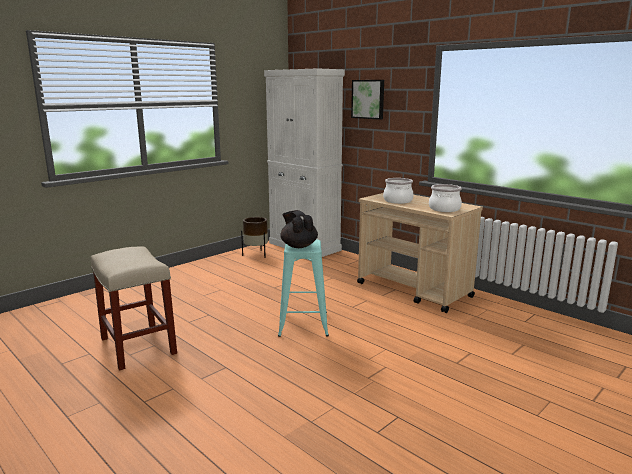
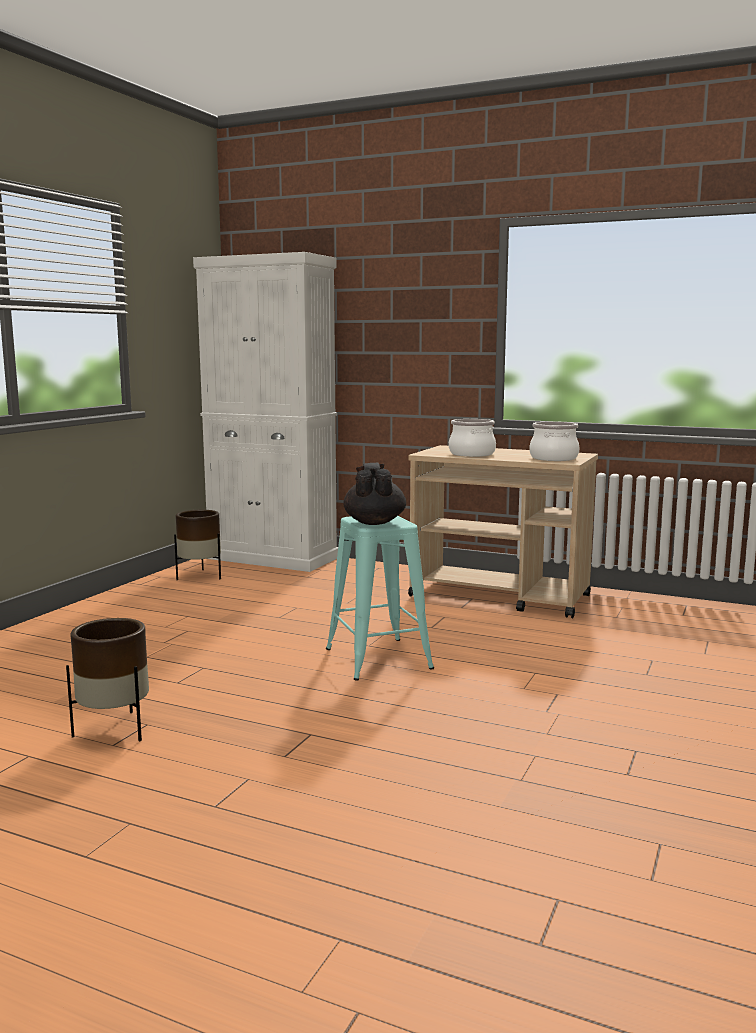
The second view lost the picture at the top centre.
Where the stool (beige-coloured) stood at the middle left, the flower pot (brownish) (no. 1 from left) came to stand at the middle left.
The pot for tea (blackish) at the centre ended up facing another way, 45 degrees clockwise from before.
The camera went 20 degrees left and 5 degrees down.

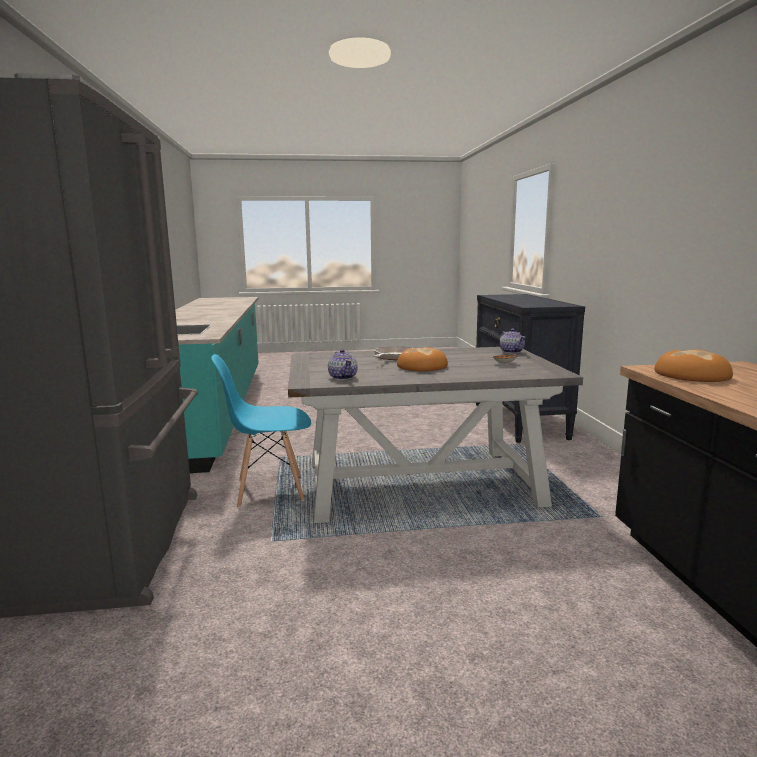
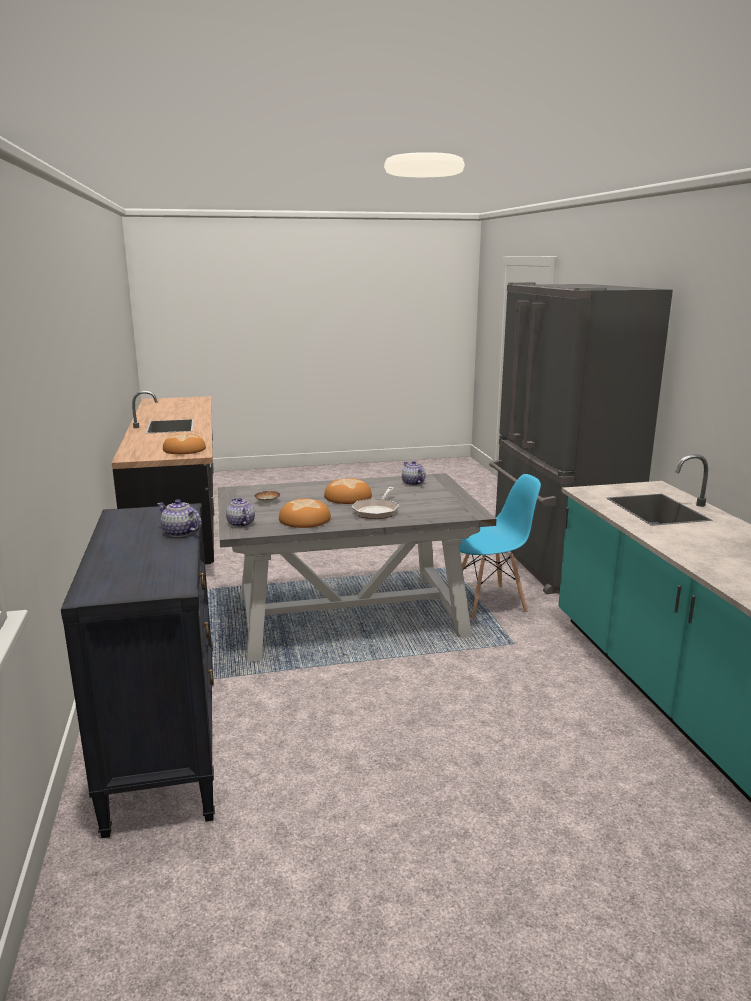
The second view gained the pot for tea (no. 1 from left) at the middle left.
The second view gained the bread (no. 2 from left) at the centre.
The camera went 175 degrees right and 5 degrees up.

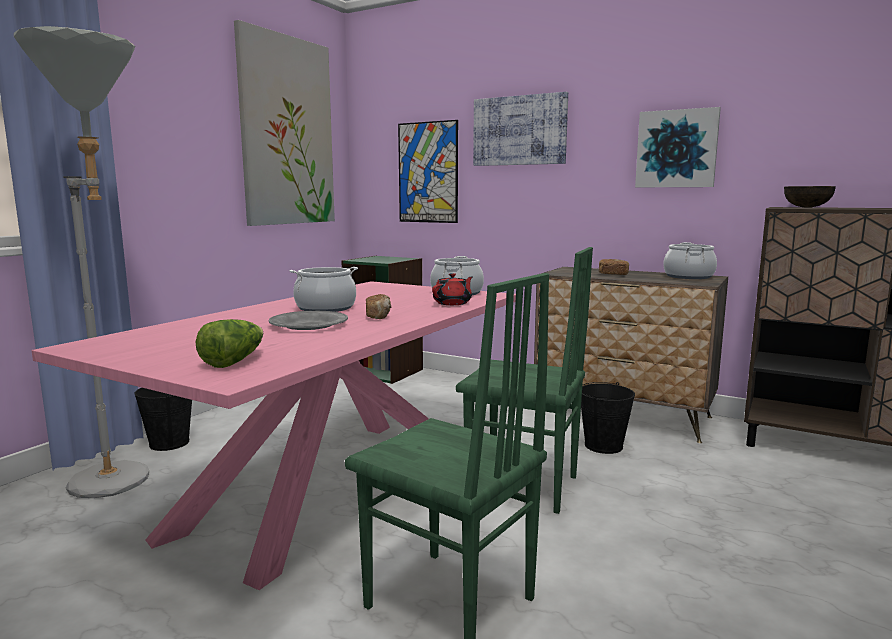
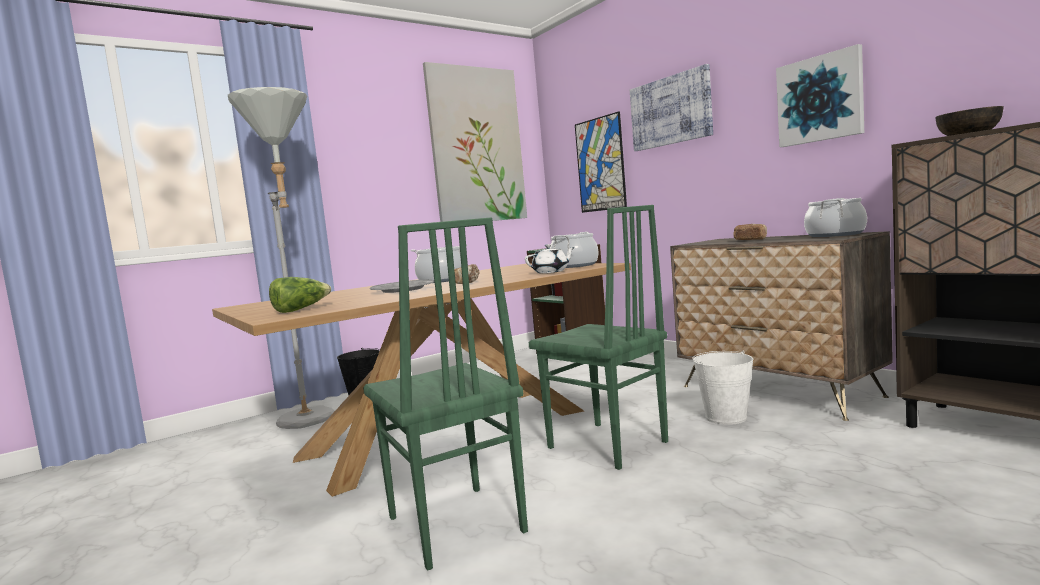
What was the kitchen table (pink-coloured) at the bottom left turned into the kitchen table (brownish) at the centre.
What was the pot for tea (red) at the centre turned into the pot for tea (white-coloured) at the centre.
What was the water bucket (blackish) (no. 2 from left) at the middle right turned into the water bucket (white-coloured) at the middle right.
The camera went 25 degrees right and 5 degrees down.

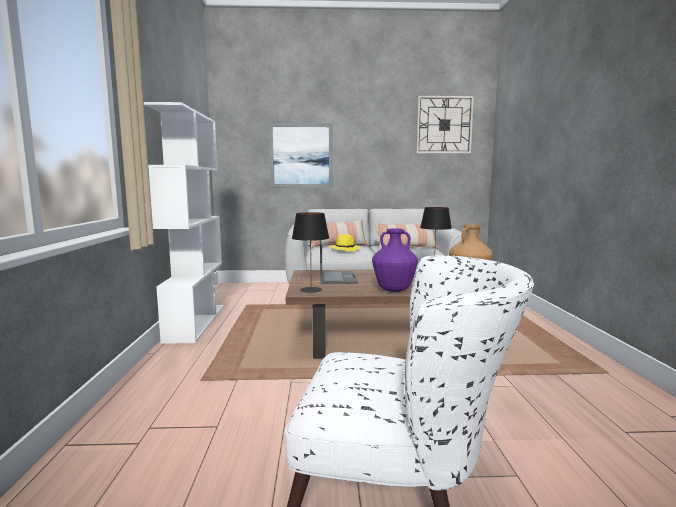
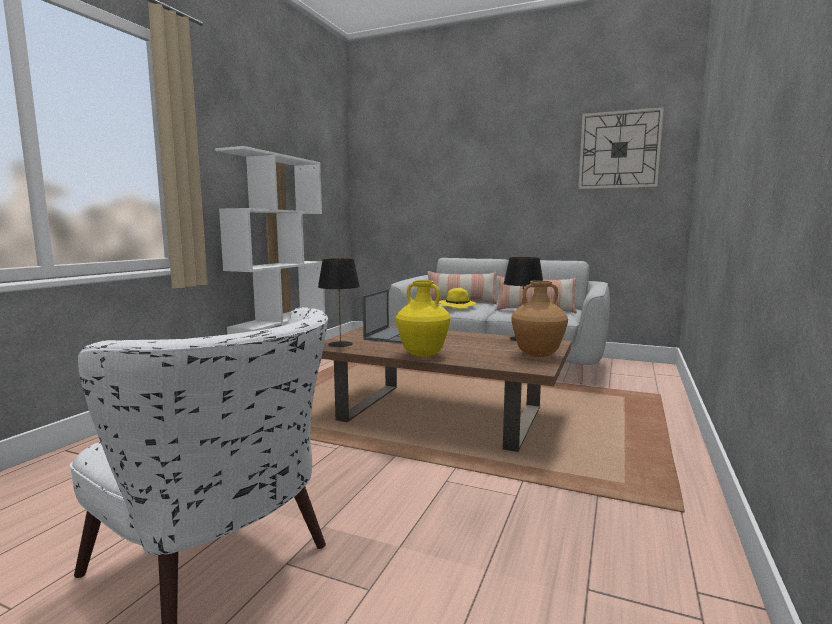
The second view lost the picture at the top centre.
What was the decorative vase (purplish) at the centre turned into the decorative vase (yellowish) at the centre.
The camera went 25 degrees right and 0 degrees up.

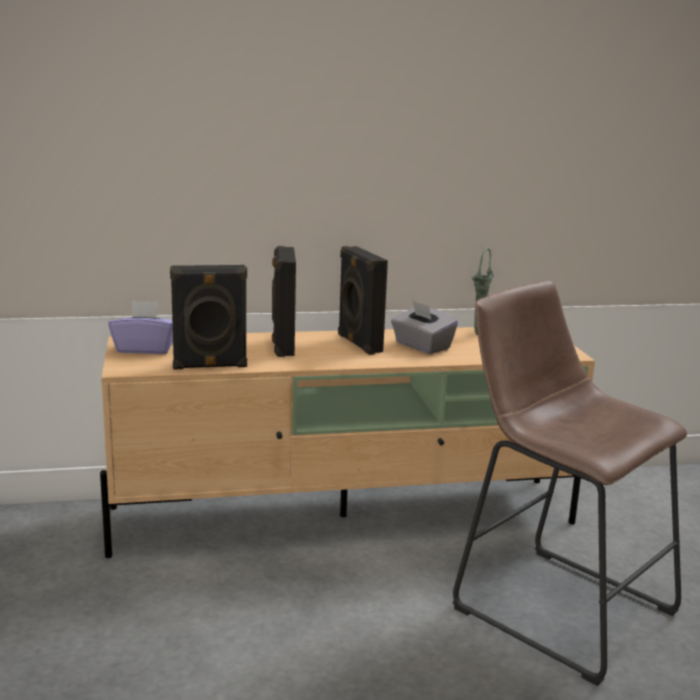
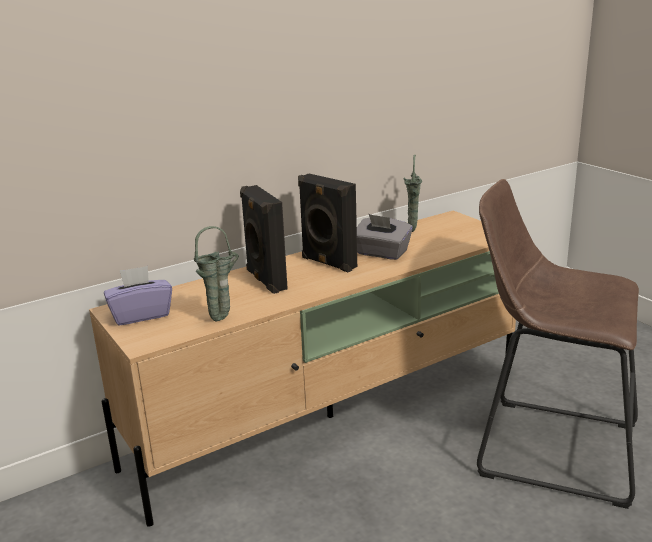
Where the audio speaker (blackish) (no. 1 from left) stood at the middle left, the decorative vase (greenish) (no. 1 from left) came to stand at the middle left.
The camera went 20 degrees left and 5 degrees up.

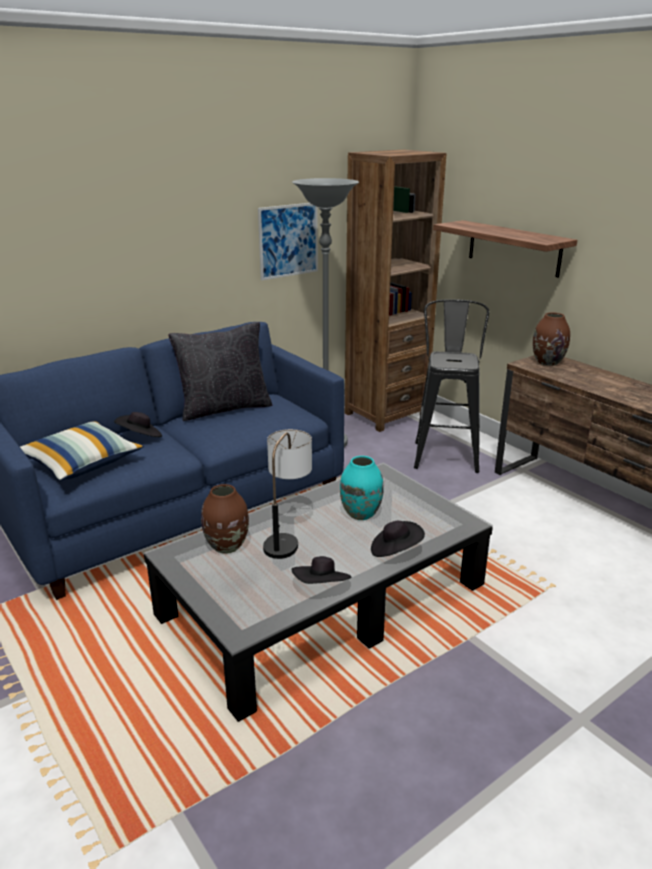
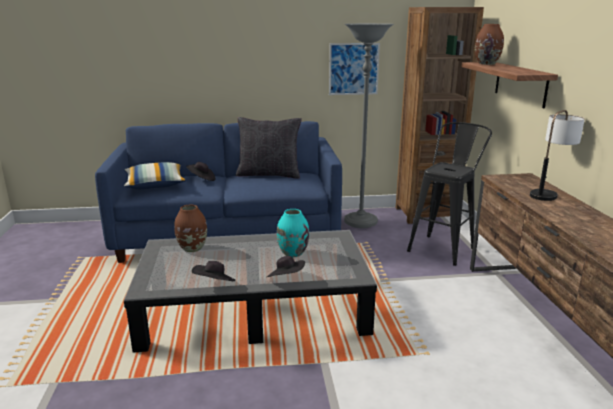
The table lamp ended up elsewhere, having gone from the centre to the middle right.
The decorative vase (brownish) (no. 2 from left) ended up elsewhere, having gone from the middle right to the top right.
The camera went 30 degrees right and 5 degrees down.

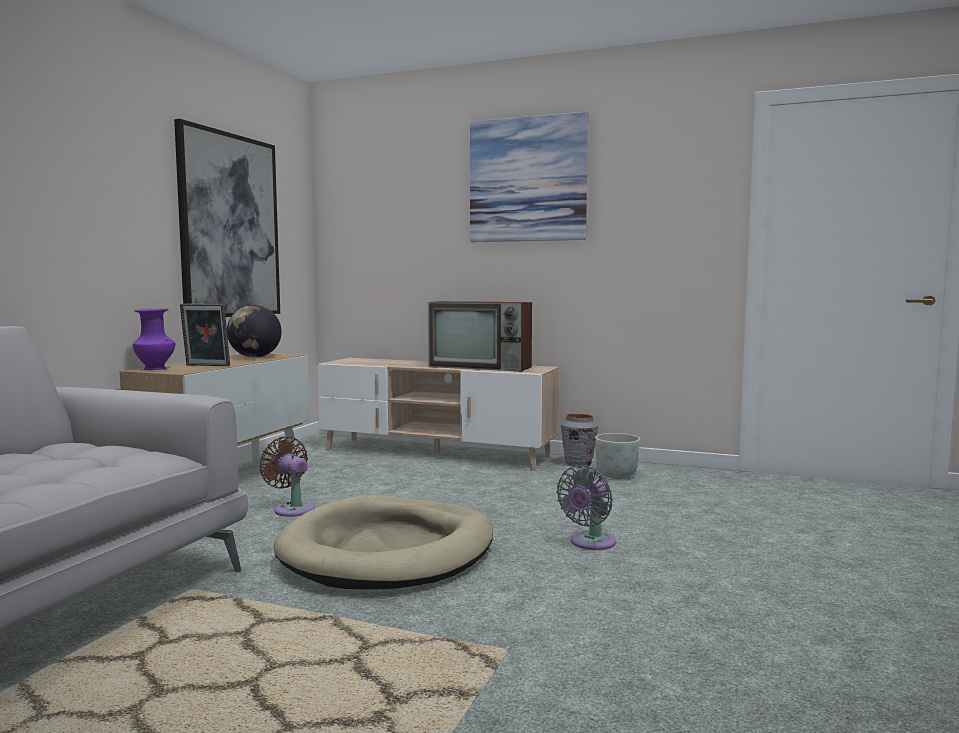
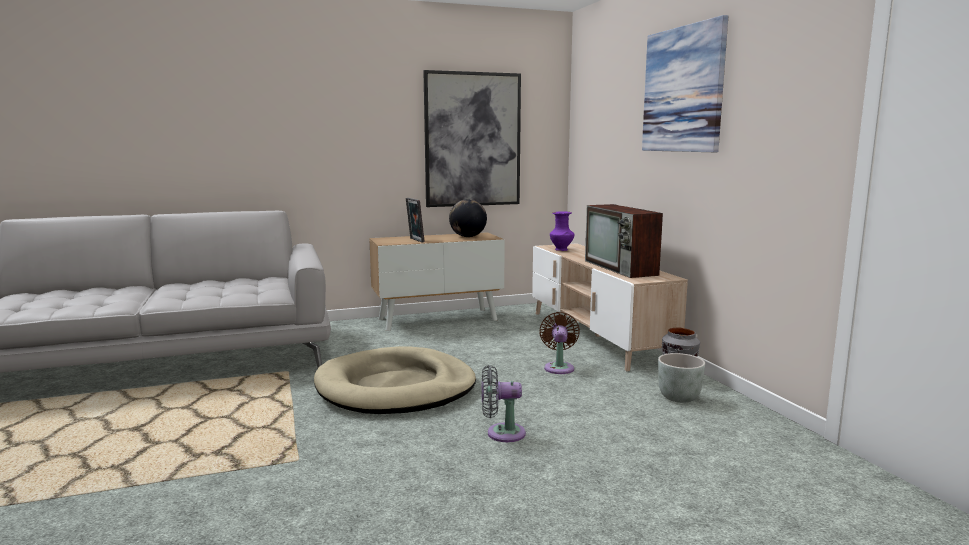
The decorative vase (purplish) ended up elsewhere, having gone from the middle left to the centre.
The fan (brownish) ended up elsewhere, having gone from the middle left to the centre.
The camera went 50 degrees right and 5 degrees up.

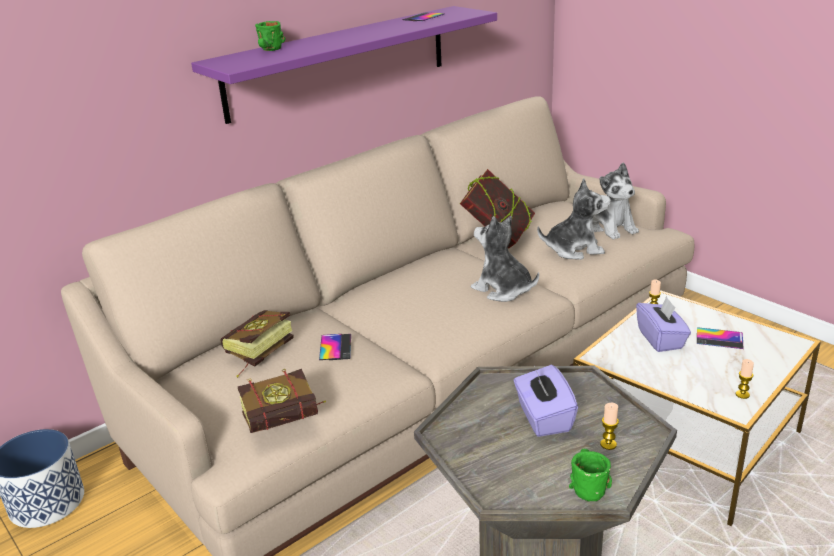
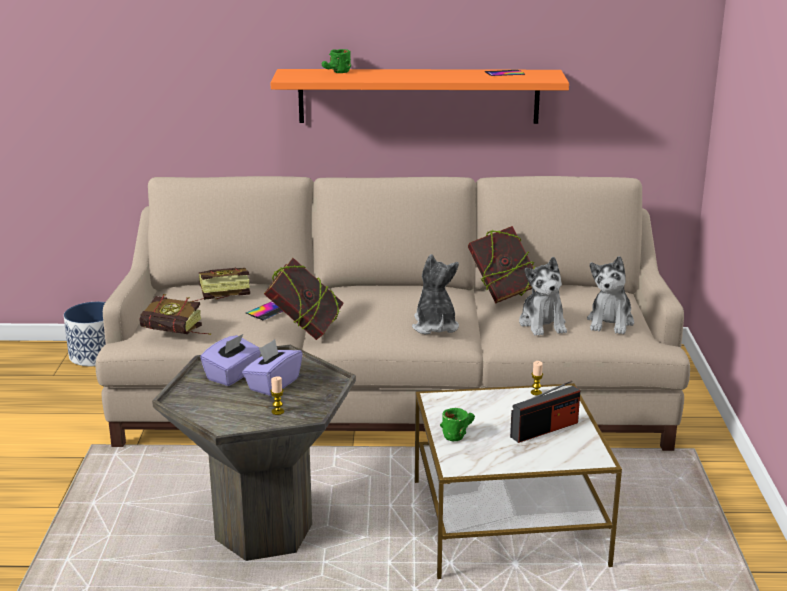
The second view lost the candle (no. 3 from left) at the bottom right.
The second view gained the volume (no. 3 from left) at the centre.
The coffee mug (greenish) (no. 2 from left) ended up elsewhere, having gone from the bottom right to the bottom centre.
The box of tissues (purplish) (no. 2 from left in the first image) ended up elsewhere, having gone from the middle right to the middle left.
Where the handset (no. 3 from left) stood at the middle right, the radio came to stand at the bottom right.
What was the shelf (purplish) at the top centre turned into the shelf (orange) at the top centre.
The plush toy (no. 2 from left) at the middle right ended up facing another way, 45 degrees clockwise from before.
The camera went 40 degrees right and 5 degrees down.

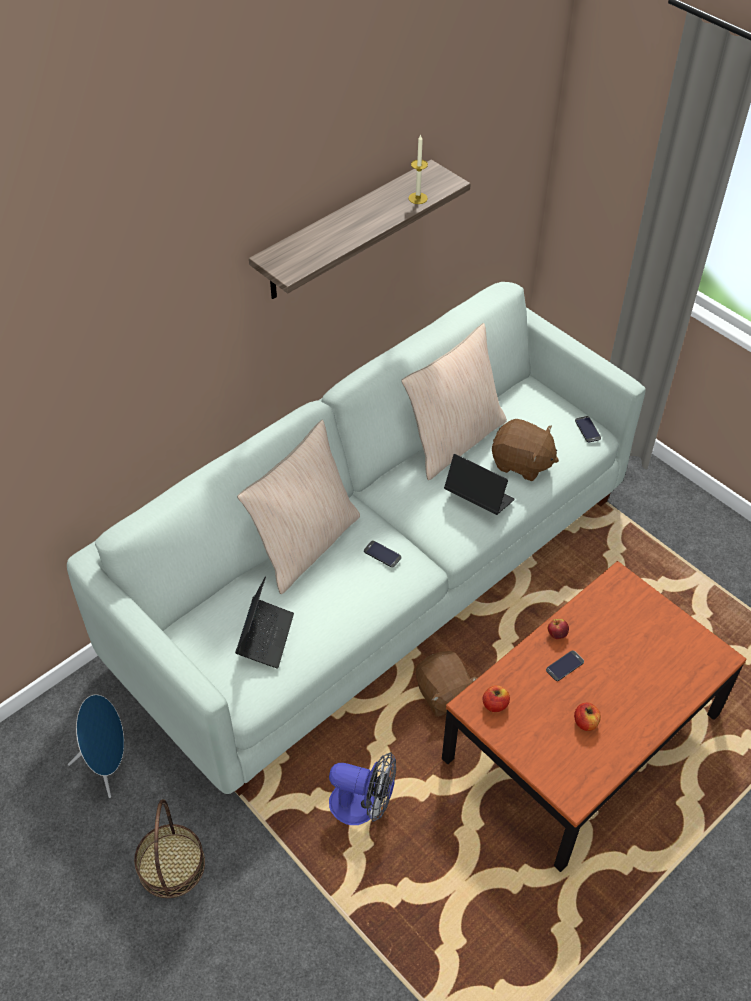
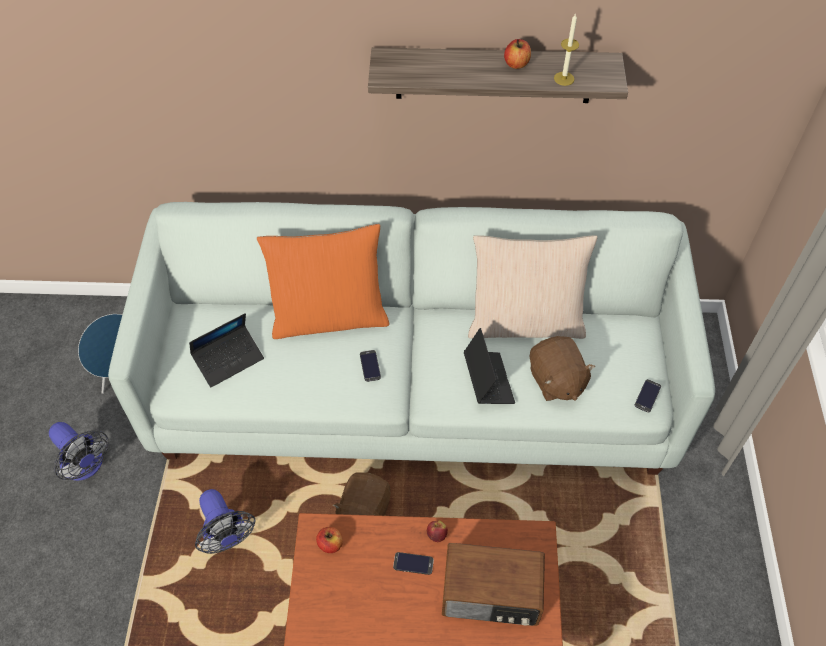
The second view gained the radio at the bottom centre.
The whole apple (no. 3 from left) ended up elsewhere, having gone from the bottom right to the top centre.
Where the storage basket stood at the bottom left, the fan (no. 1 from left) came to stand at the bottom left.
What was the throw pillow (beige-coloured) (no. 1 from left) at the centre turned into the throw pillow (orange) at the centre.
The camera went 45 degrees right and 5 degrees up.

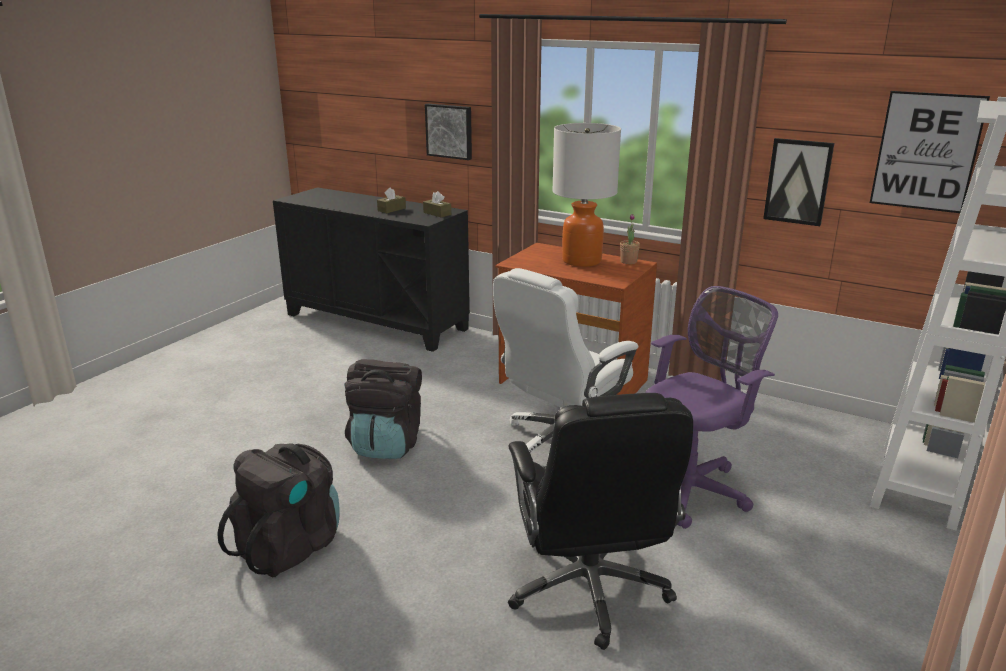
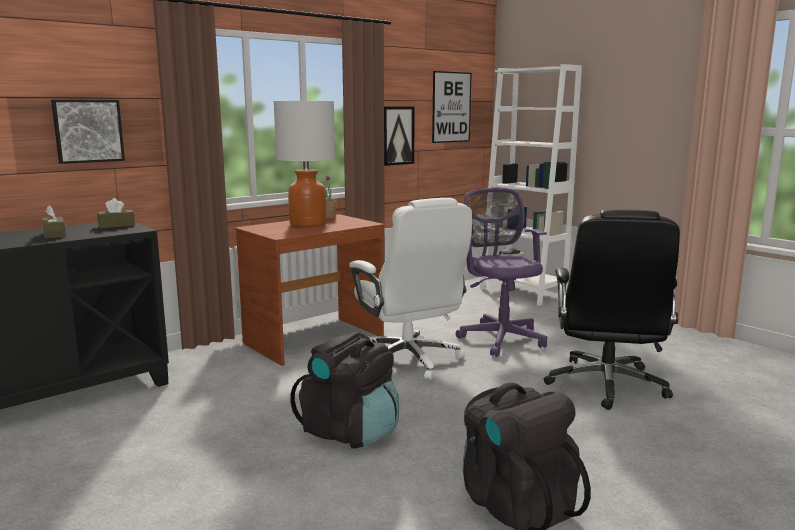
The office chair (blackish) at the bottom centre ended up facing another way, 90 degrees clockwise from before.
The camera went 70 degrees left and 10 degrees down.

